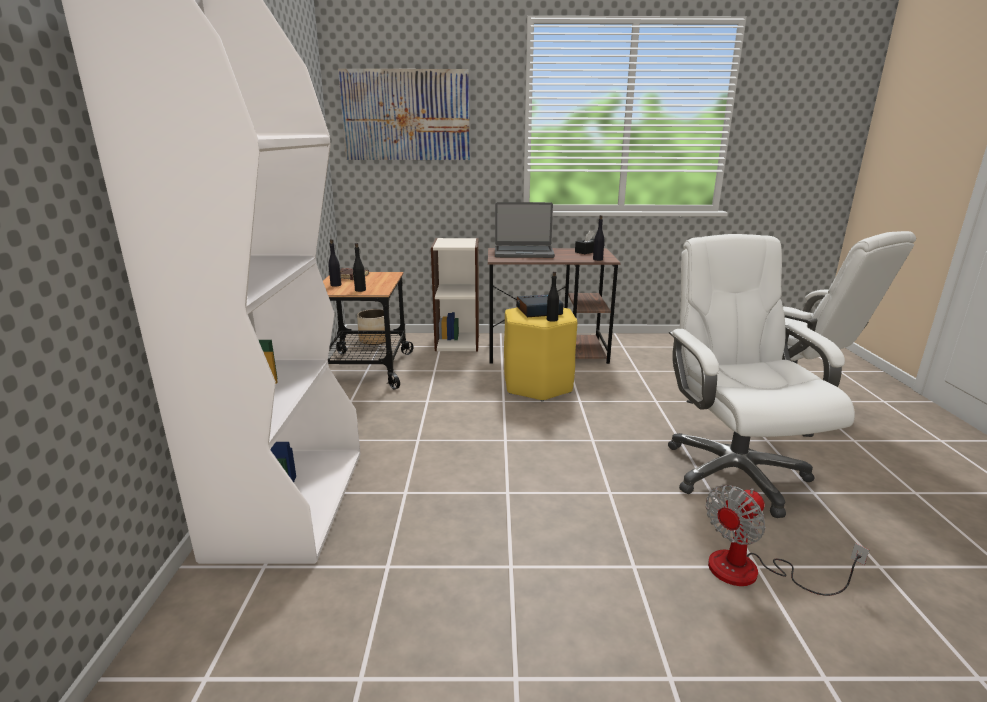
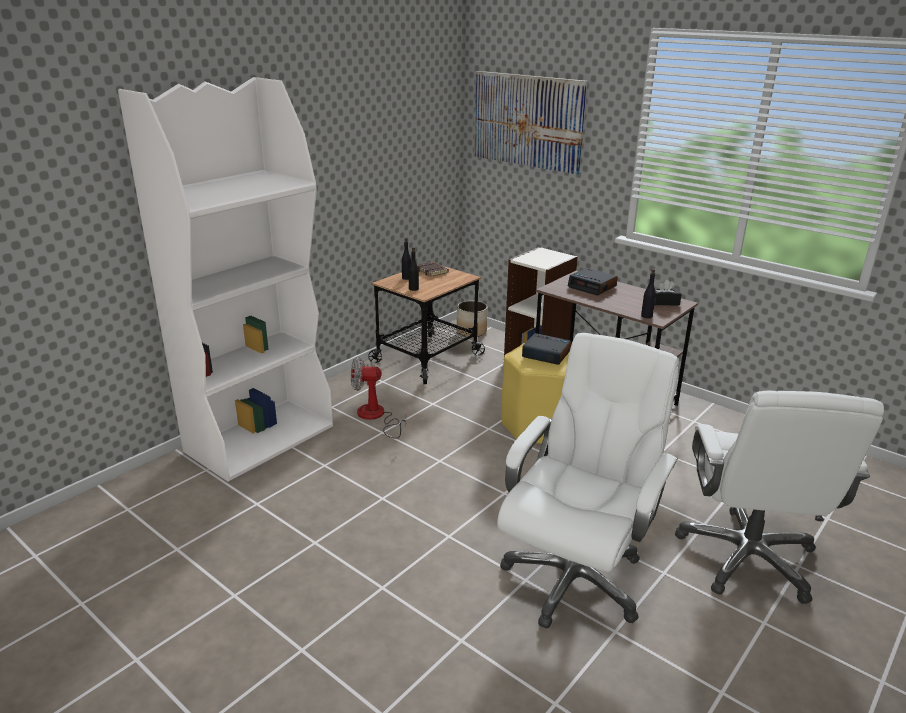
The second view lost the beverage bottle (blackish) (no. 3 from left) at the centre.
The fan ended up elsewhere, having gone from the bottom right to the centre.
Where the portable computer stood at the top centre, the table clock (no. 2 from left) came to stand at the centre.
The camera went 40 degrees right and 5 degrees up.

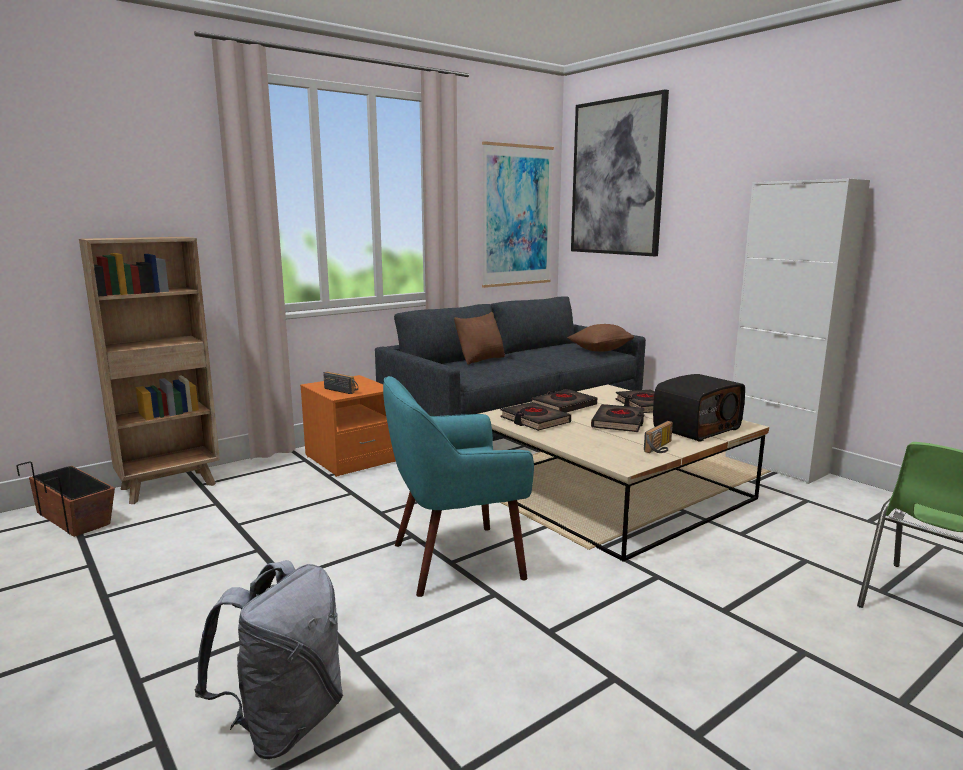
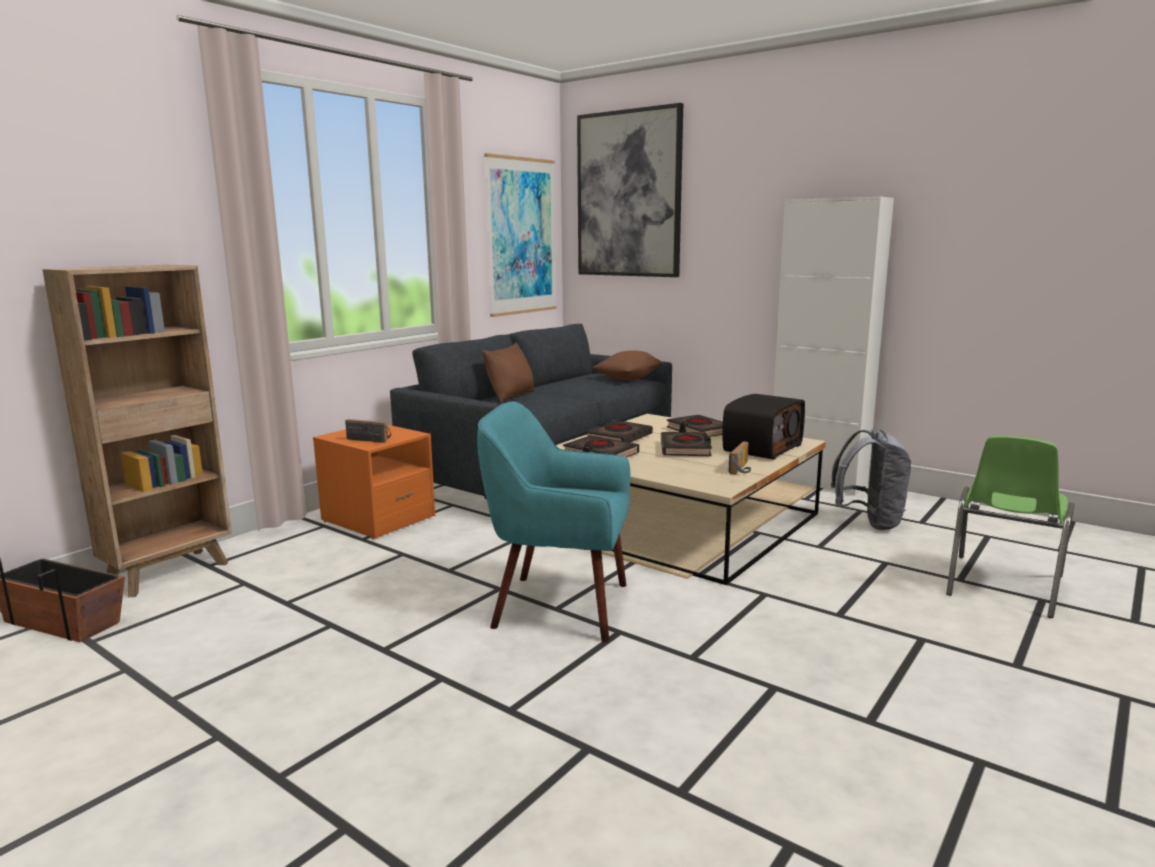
The rucksack (grey) ended up elsewhere, having gone from the bottom left to the middle right.
The lounge chair (blue-green) at the centre ended up facing another way, 45 degrees clockwise from before.
The camera went 15 degrees left and 0 degrees up.

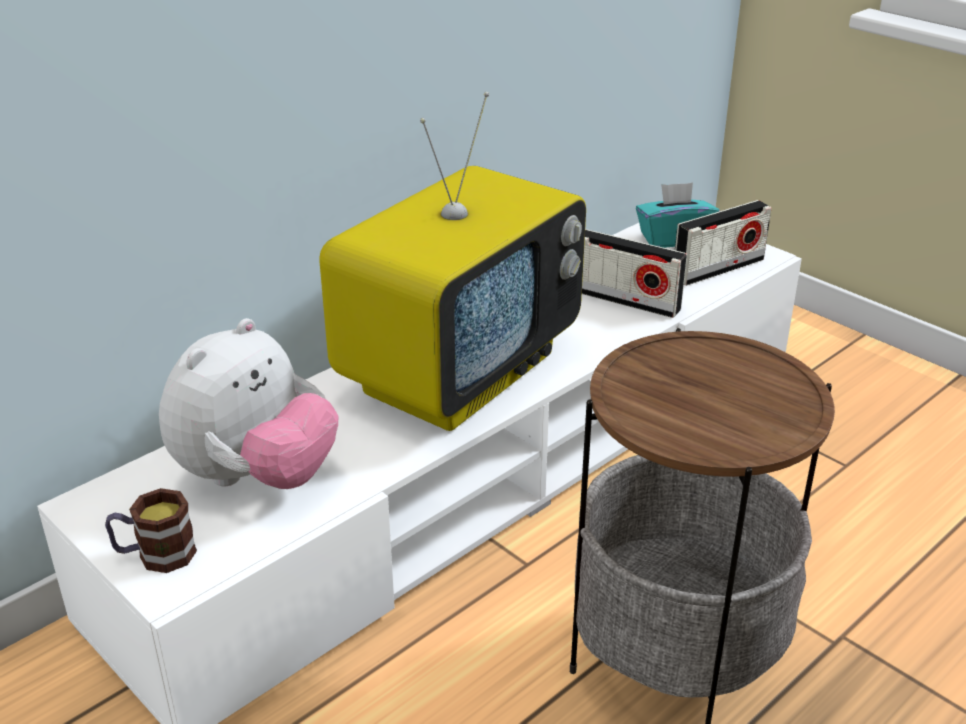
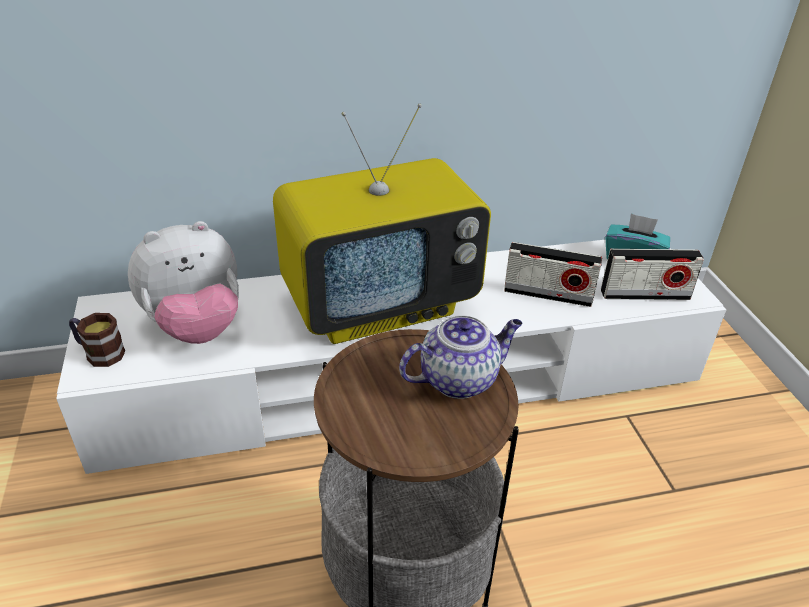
The second view gained the pot for tea at the centre.
The radio (no. 1 from left) at the centre ended up facing another way, 45 degrees counterclockwise from before.
The camera went 30 degrees right and 5 degrees up.

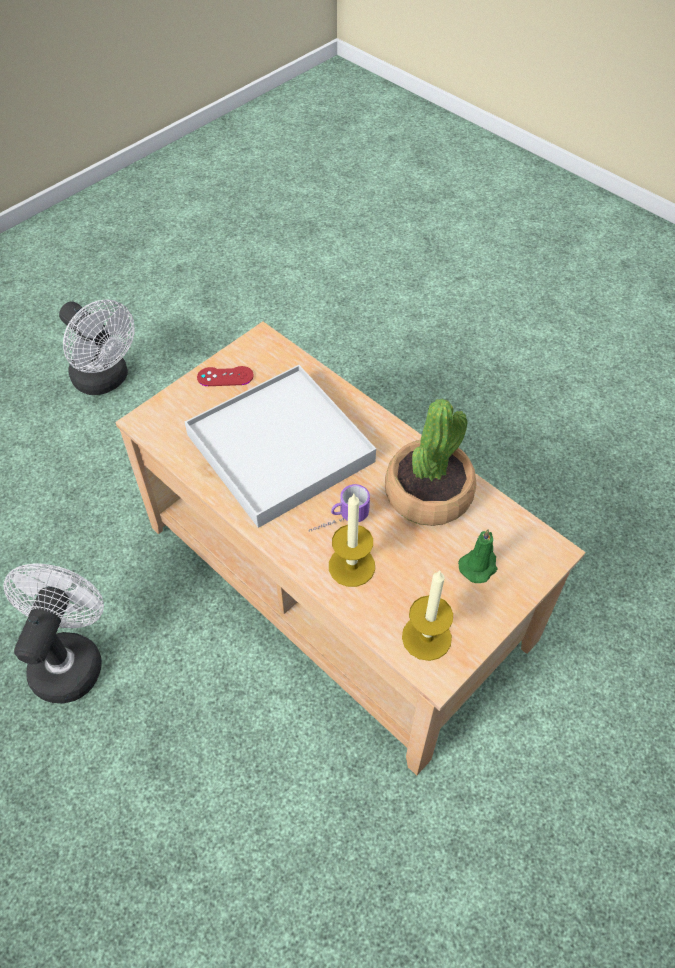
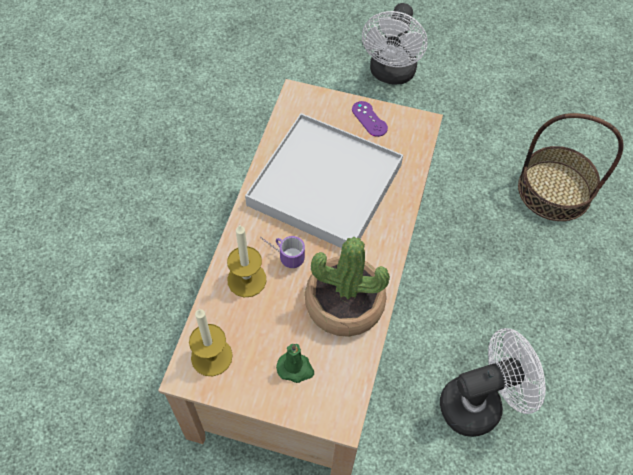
The second view gained the storage basket at the middle right.
The fan (white-coloured) (no. 1 from left in the first image) ended up elsewhere, having gone from the middle left to the bottom right.
What was the gamepad (red) at the centre turned into the gamepad (purplish) at the top centre.
The camera went 60 degrees right and 5 degrees up.

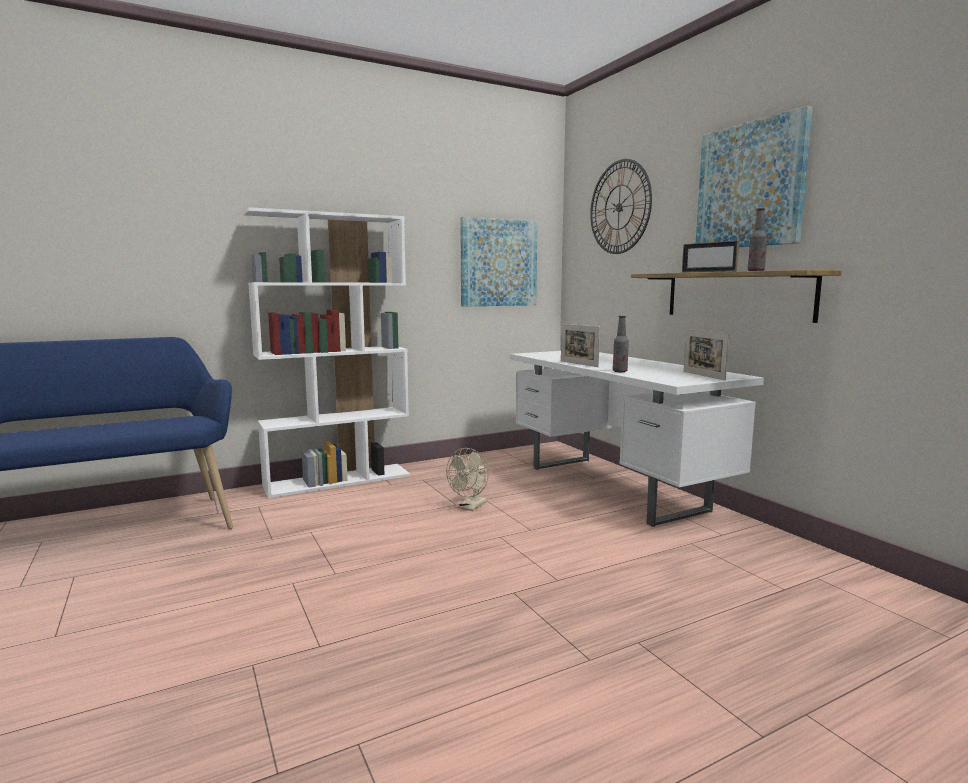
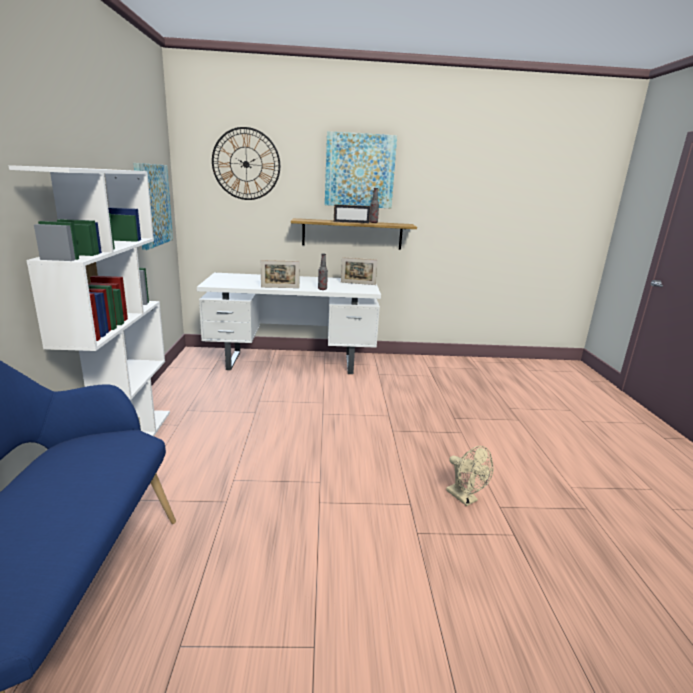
The fan (beige-coloured) ended up elsewhere, having gone from the centre to the bottom right.
The camera went 65 degrees left and 10 degrees up.

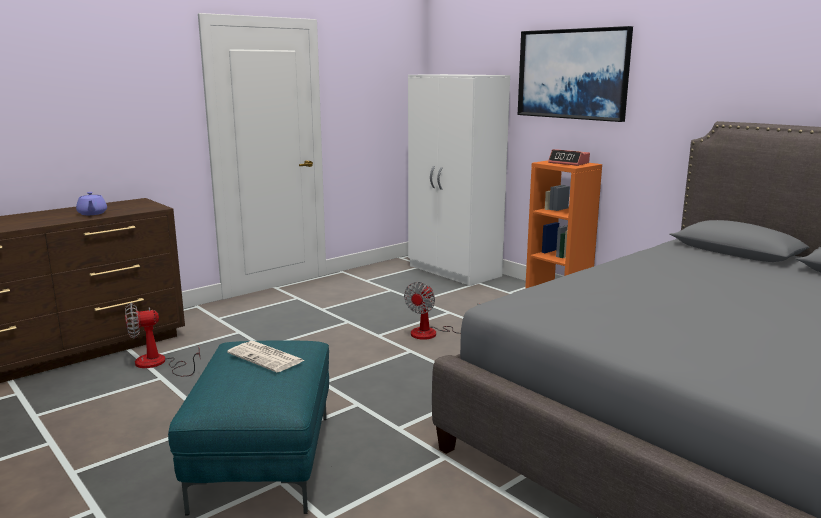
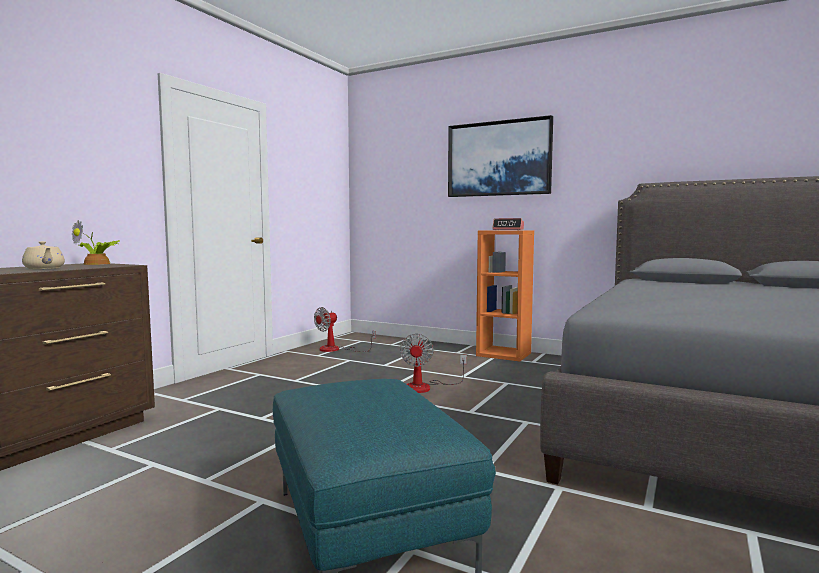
The second view lost the newspaper at the bottom left.
The second view lost the clothes cupboard (white-coloured) at the centre.
The second view gained the houseplant at the middle left.
The fan (no. 1 from left) ended up elsewhere, having gone from the middle left to the centre.
What was the pot for tea (purplish) at the middle left turned into the pot for tea (beige-coloured) at the middle left.
The camera went 20 degrees left and 10 degrees down.

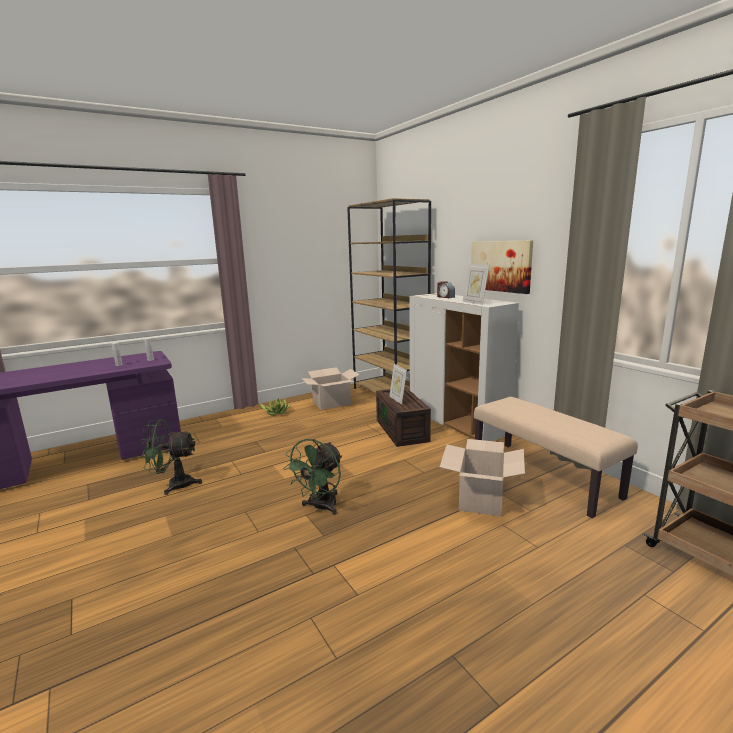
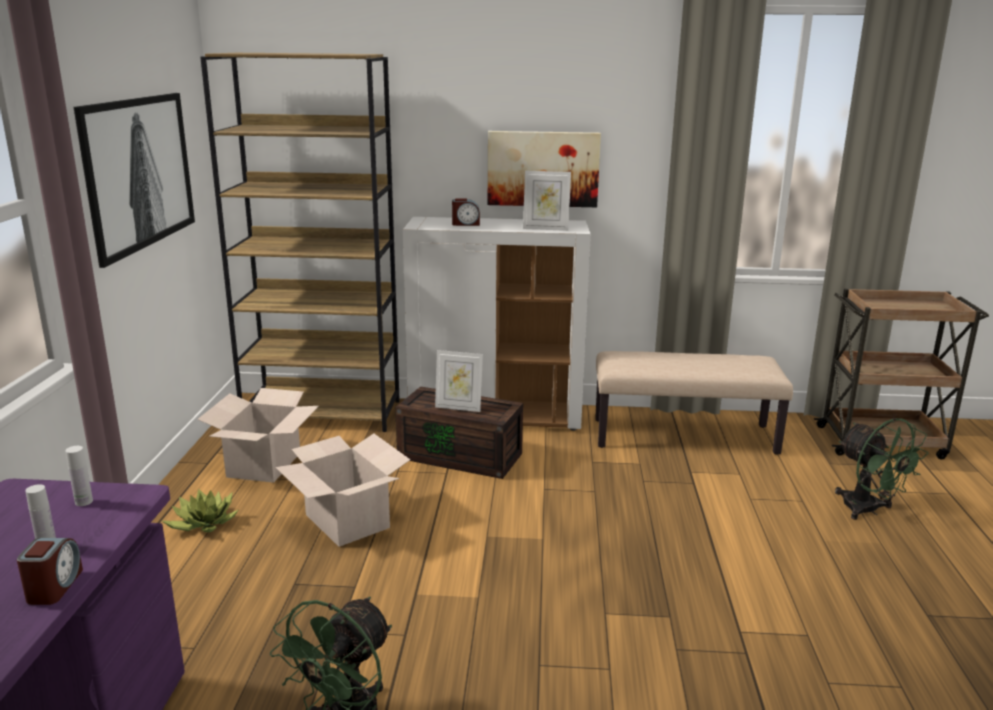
The second view gained the table clock (no. 1 from left) at the bottom left.
The second view gained the picture (no. 1 from left) at the top left.
The fan (greenish) (no. 2 from left) ended up elsewhere, having gone from the centre to the middle right.
The carton (no. 2 from left) ended up elsewhere, having gone from the centre to the bottom centre.
The camera went 55 degrees left and 5 degrees up.

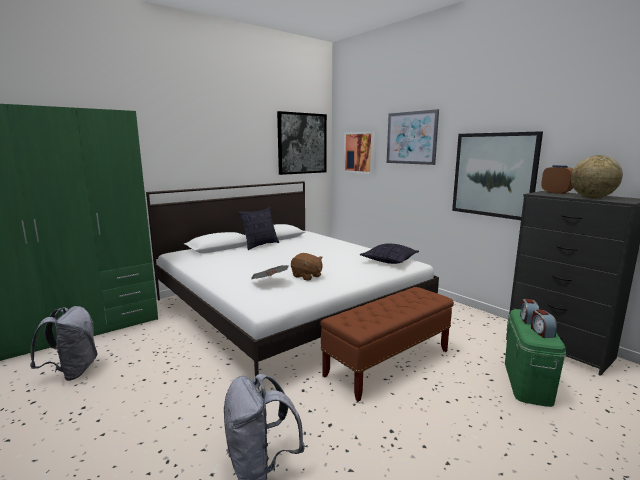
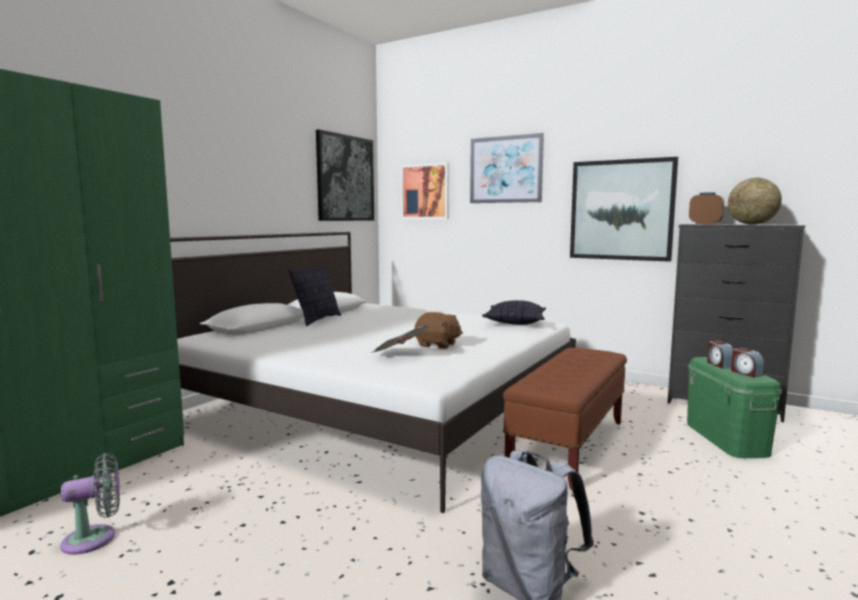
Where the rucksack (grey) (no. 1 from left) stood at the bottom left, the fan (grey) came to stand at the bottom left.
The camera went 20 degrees left and 5 degrees down.

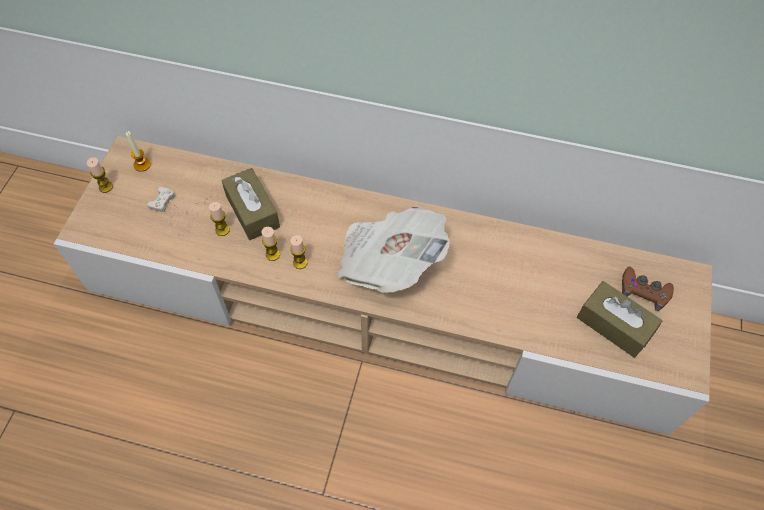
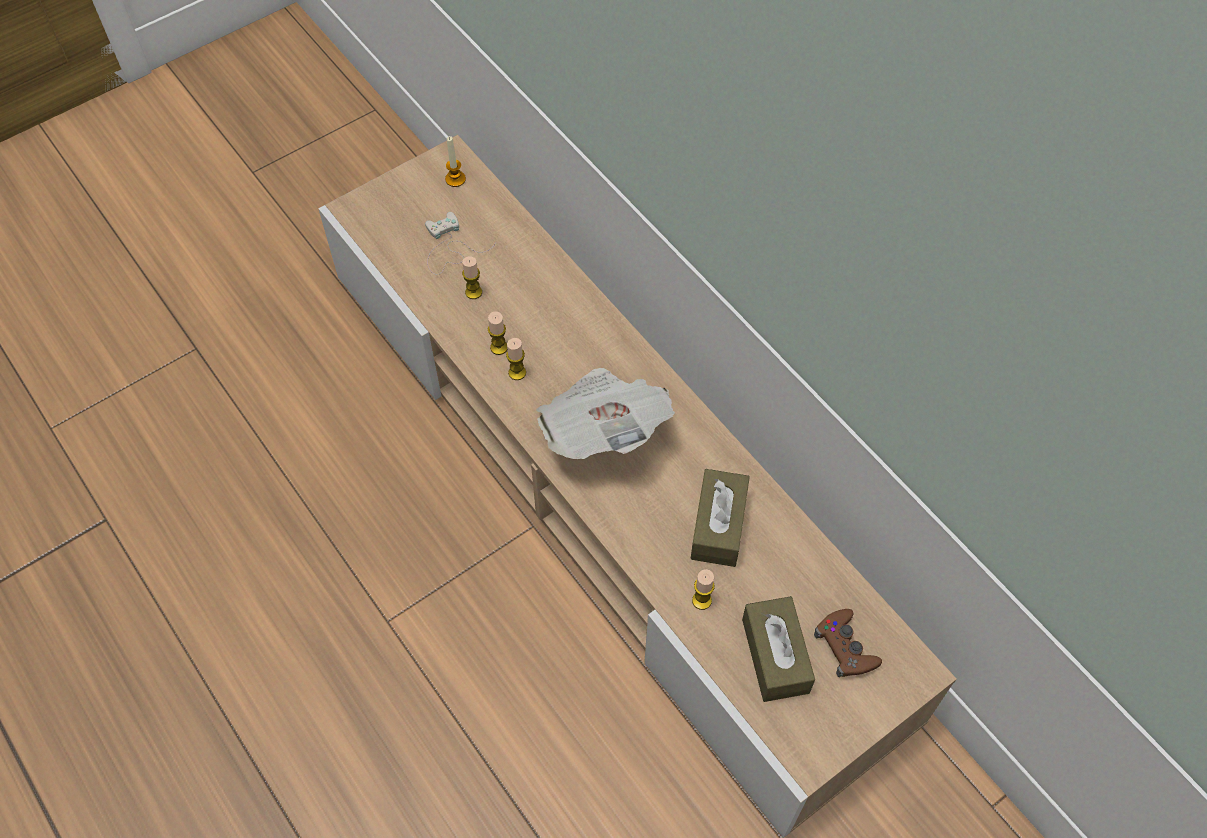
The candle (no. 1 from left in the first image) ended up elsewhere, having gone from the middle left to the bottom centre.
The box of tissues (brownish) (no. 1 from left) ended up elsewhere, having gone from the middle left to the centre.
The camera went 40 degrees right and 0 degrees up.

